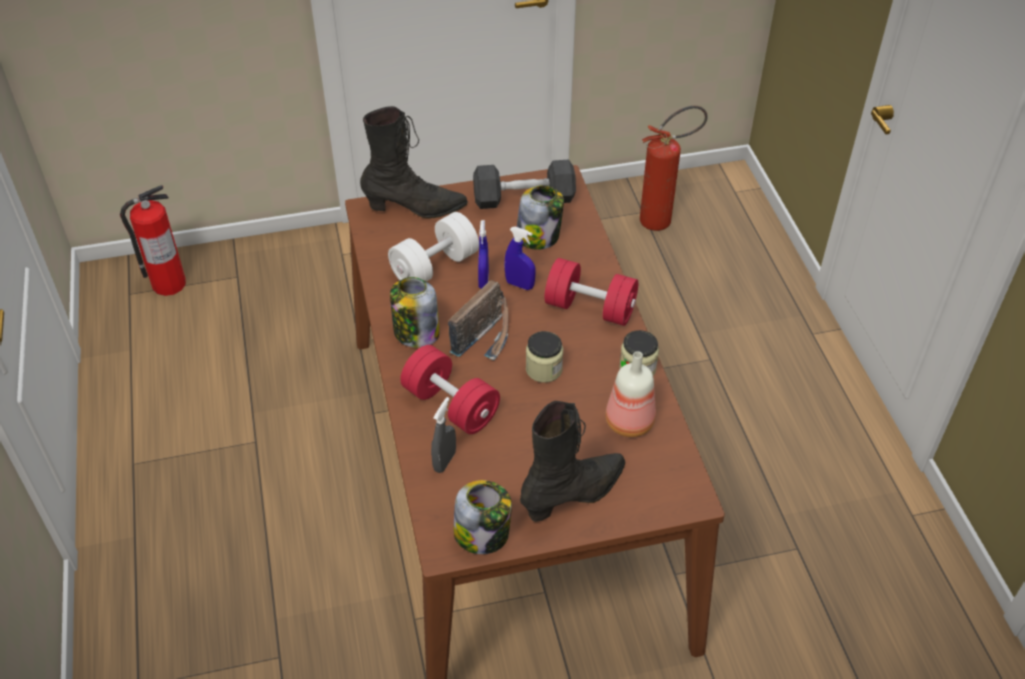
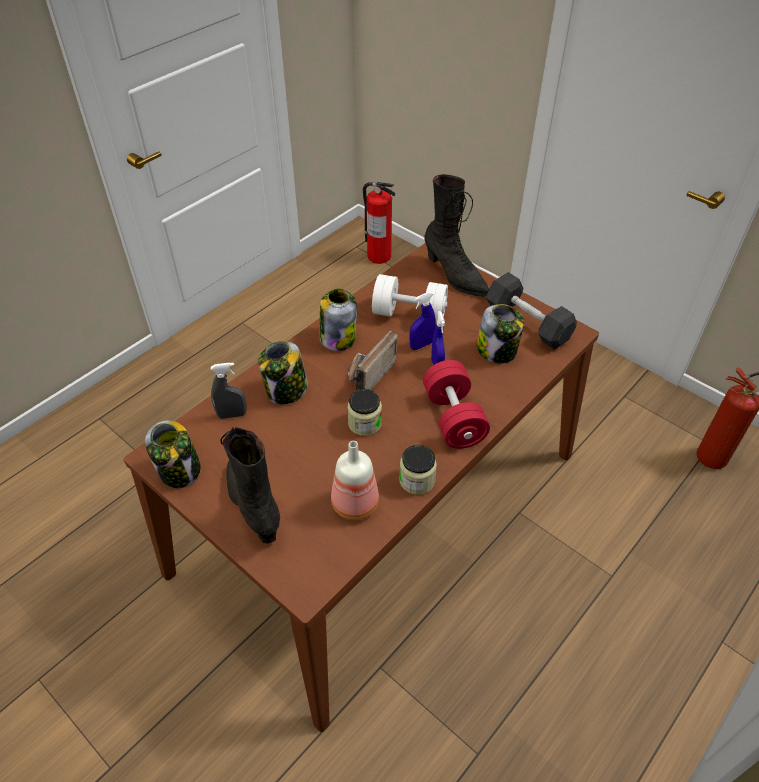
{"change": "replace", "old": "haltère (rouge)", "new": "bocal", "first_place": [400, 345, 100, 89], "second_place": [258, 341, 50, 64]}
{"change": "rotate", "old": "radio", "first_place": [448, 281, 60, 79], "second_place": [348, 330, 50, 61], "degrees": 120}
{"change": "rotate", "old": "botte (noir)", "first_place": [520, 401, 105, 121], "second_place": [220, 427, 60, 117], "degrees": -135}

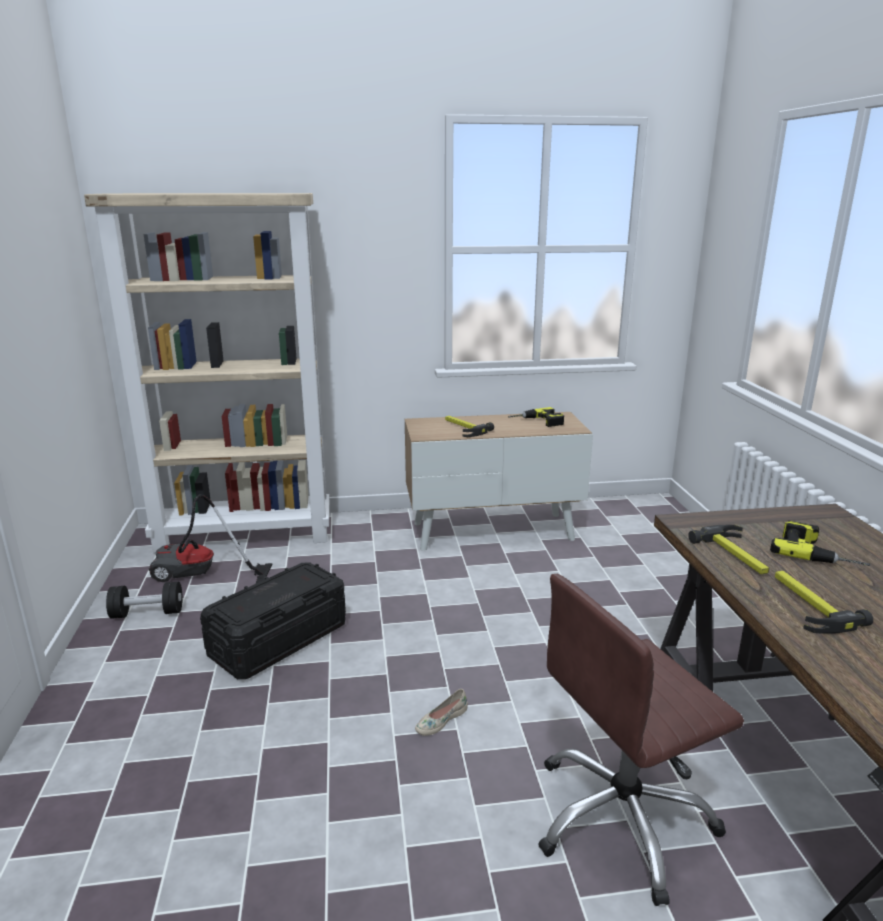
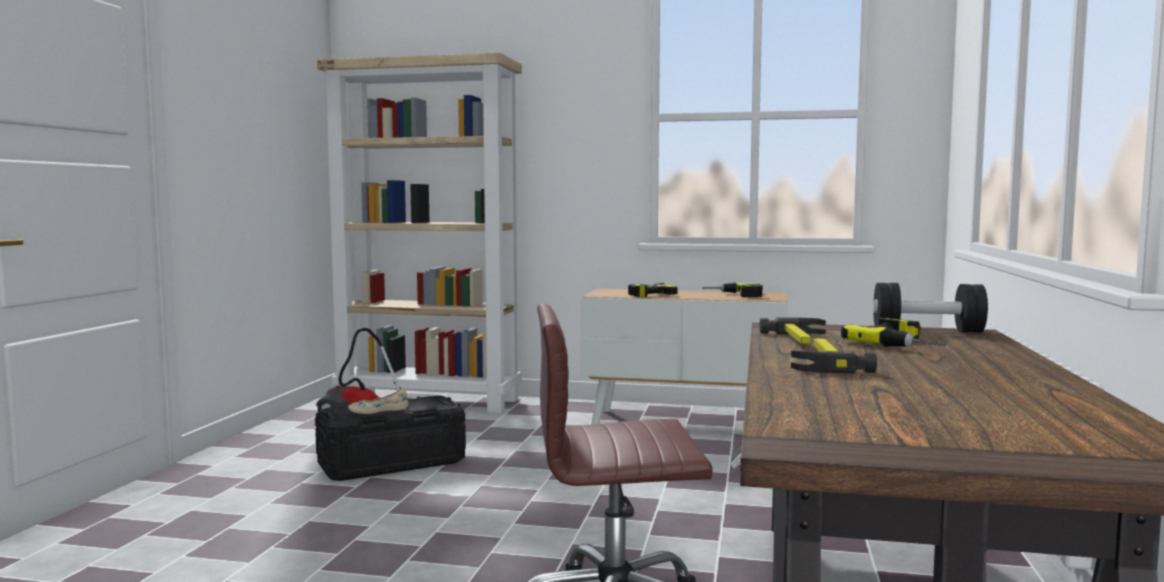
{"change": "move", "old": "haltère (noir)", "first_place": [106, 582, 77, 37], "second_place": [873, 283, 115, 49]}
{"change": "move", "old": "chaussure (beige)", "first_place": [415, 689, 53, 47], "second_place": [348, 388, 60, 26]}
{"change": "replace", "old": "marteau", "new": "perceuse", "first_place": [445, 416, 49, 21], "second_place": [628, 283, 50, 14]}

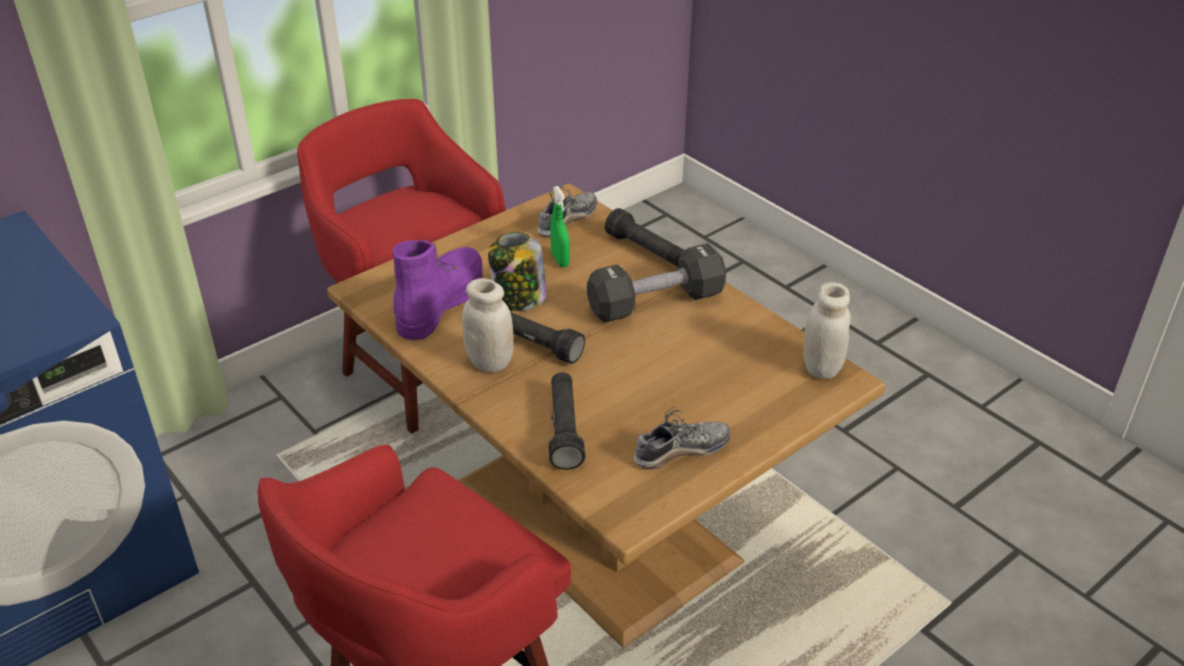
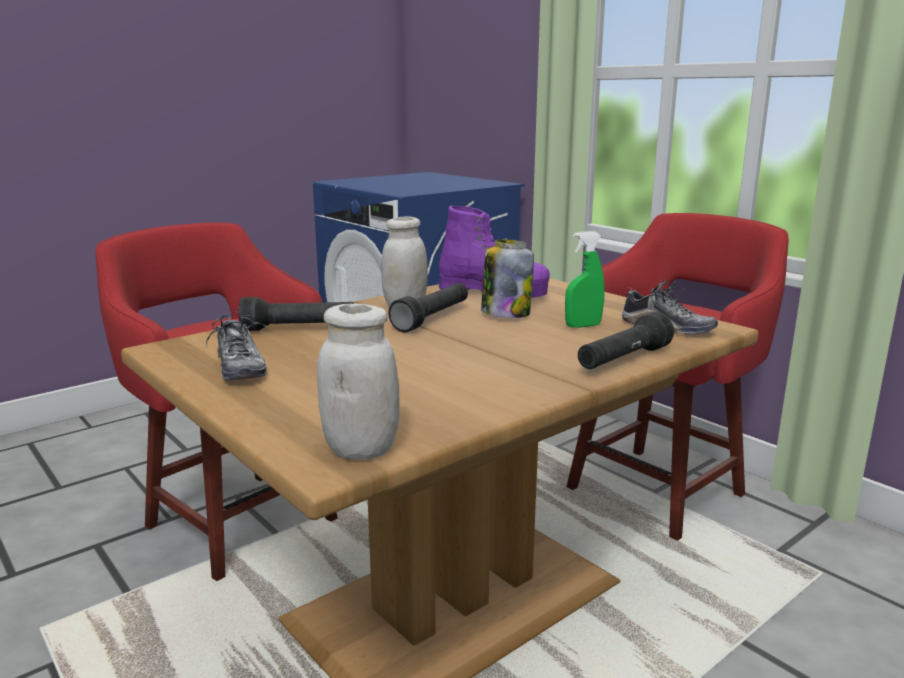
{"change": "delete", "old": "haltère (noir)", "first_place": [587, 243, 139, 80]}

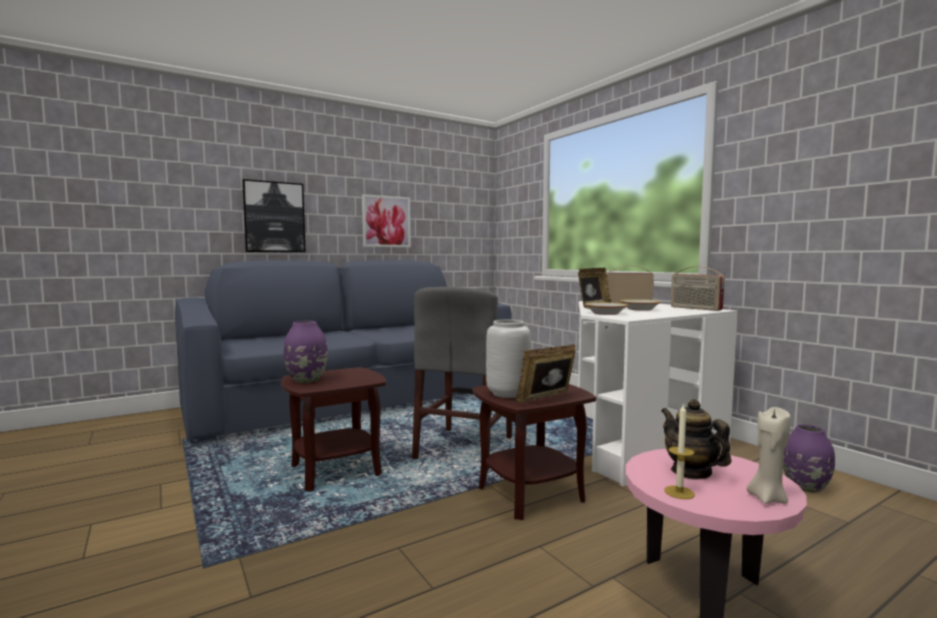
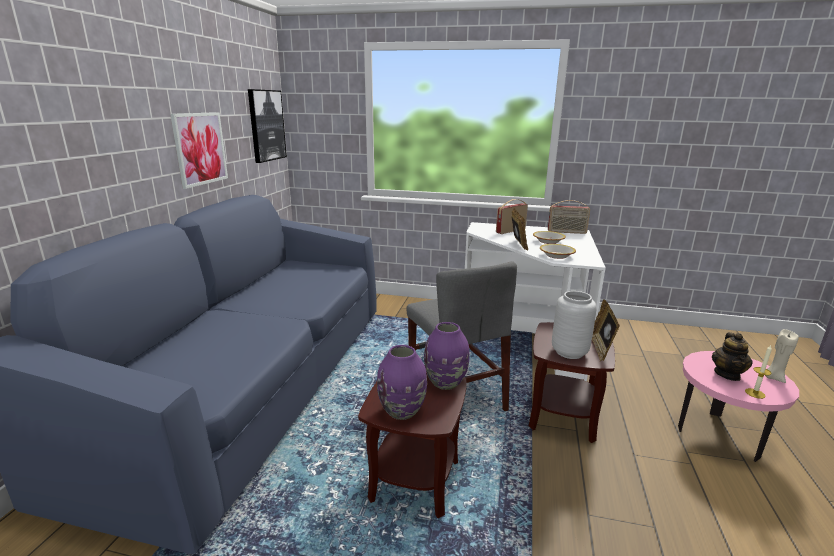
{"change": "move", "old": "tableau", "first_place": [242, 179, 63, 73], "second_place": [248, 89, 39, 74]}
{"change": "move", "old": "vase (violet)", "first_place": [783, 424, 52, 69], "second_place": [424, 322, 46, 68]}
{"change": "rotate", "old": "théière", "first_place": [661, 399, 70, 81], "second_place": [712, 332, 41, 49], "degrees": -90}

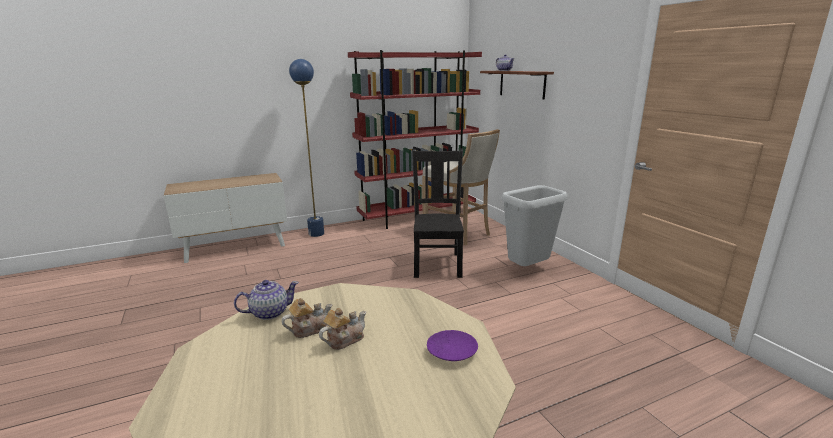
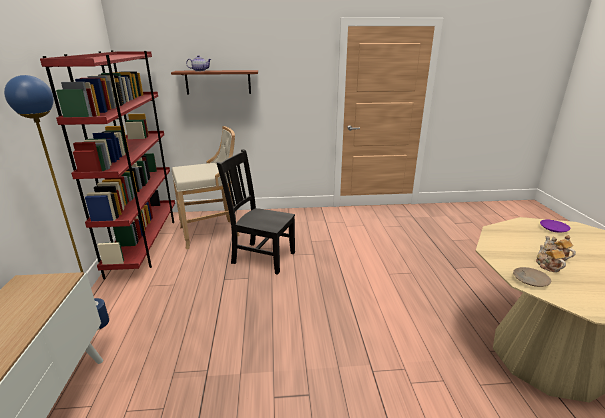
{"change": "delete", "old": "poubelle (gris)", "first_place": [501, 185, 67, 81]}
{"change": "replace", "old": "théière", "new": "assiette (beige)", "first_place": [234, 280, 65, 40], "second_place": [513, 267, 38, 20]}

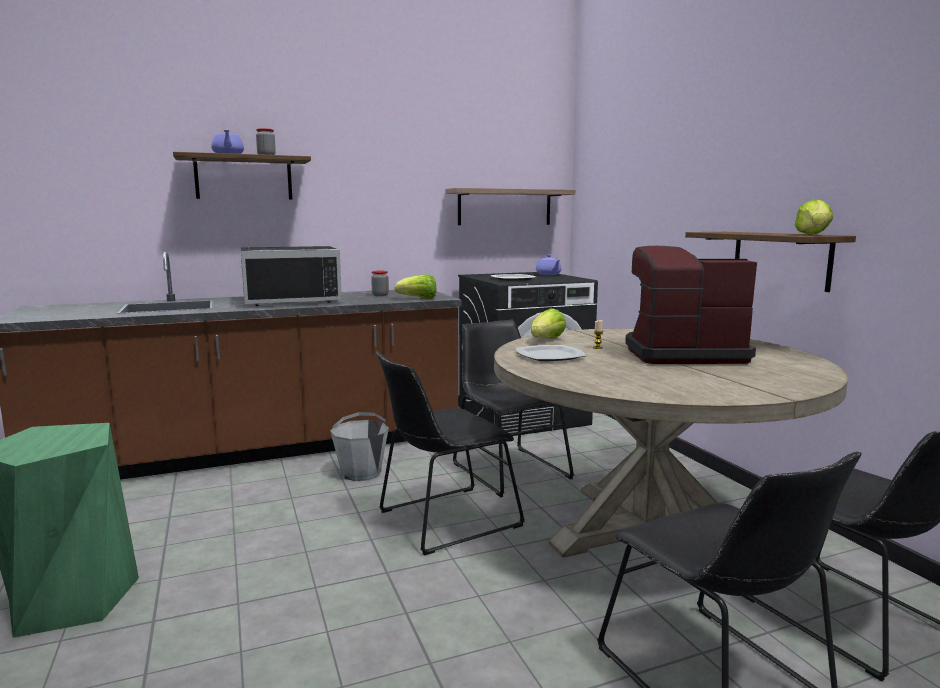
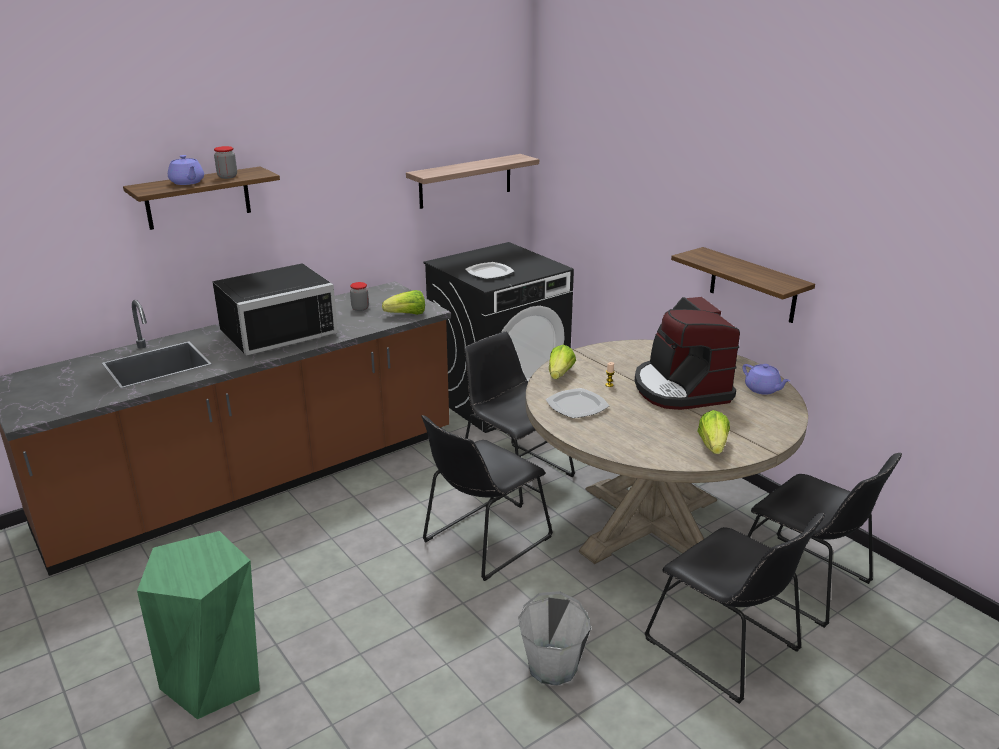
{"change": "move", "old": "seau (gris)", "first_place": [330, 412, 59, 69], "second_place": [518, 591, 73, 95]}
{"change": "move", "old": "théière (violet)", "first_place": [536, 255, 25, 20], "second_place": [743, 364, 47, 31]}
{"change": "move", "old": "laitue", "first_place": [795, 199, 38, 36], "second_place": [697, 410, 33, 44]}
{"change": "rotate", "old": "machine à café", "first_place": [625, 246, 132, 118], "second_place": [635, 297, 105, 113], "degrees": -90}

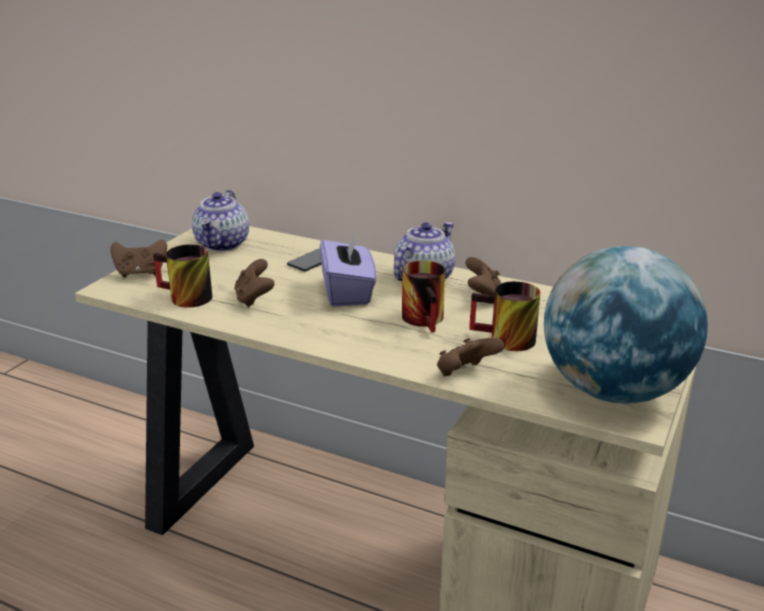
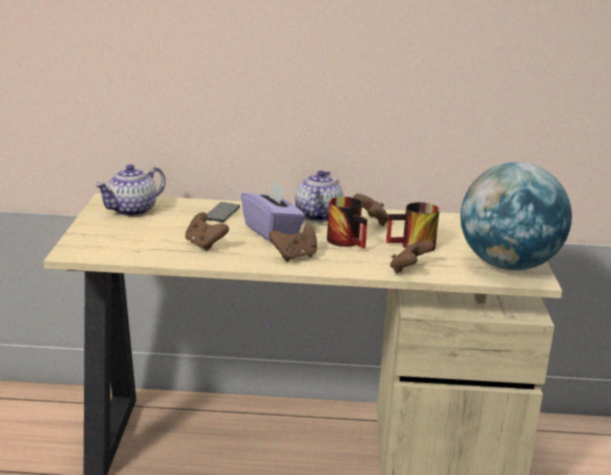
{"change": "delete", "old": "mug", "first_place": [153, 244, 59, 63]}
{"change": "move", "old": "manette (marron)", "first_place": [110, 239, 57, 39], "second_place": [269, 225, 48, 37]}
{"change": "rotate", "old": "théière", "first_place": [192, 190, 57, 61], "second_place": [95, 164, 70, 52], "degrees": 60}

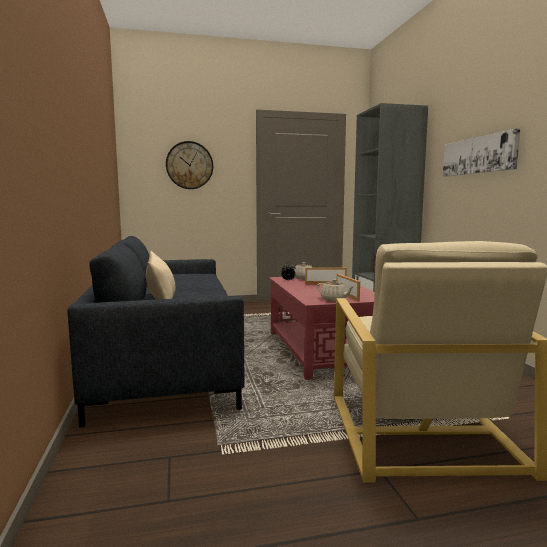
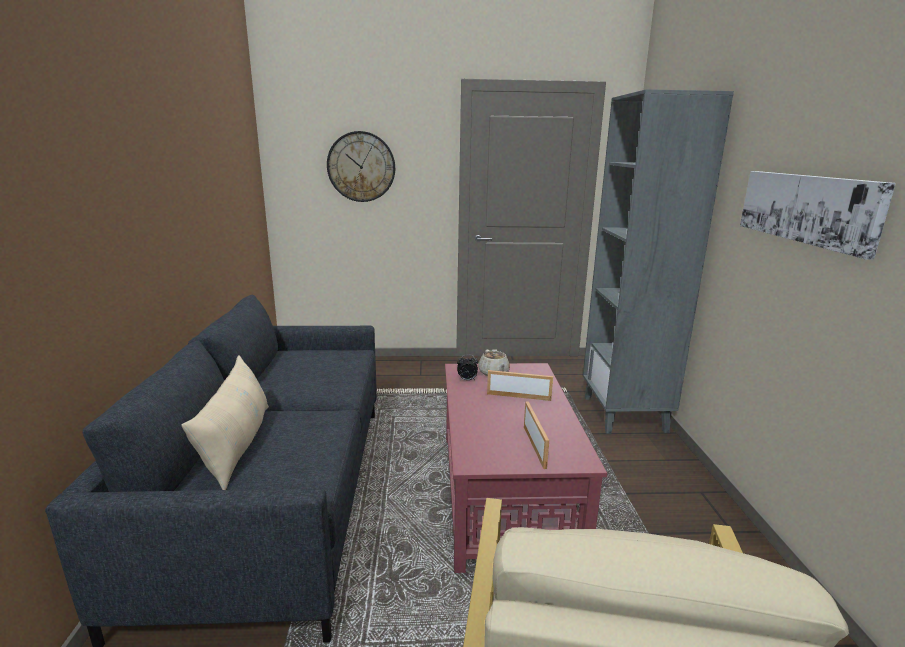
{"change": "delete", "old": "théière (beige)", "first_place": [317, 279, 38, 23]}

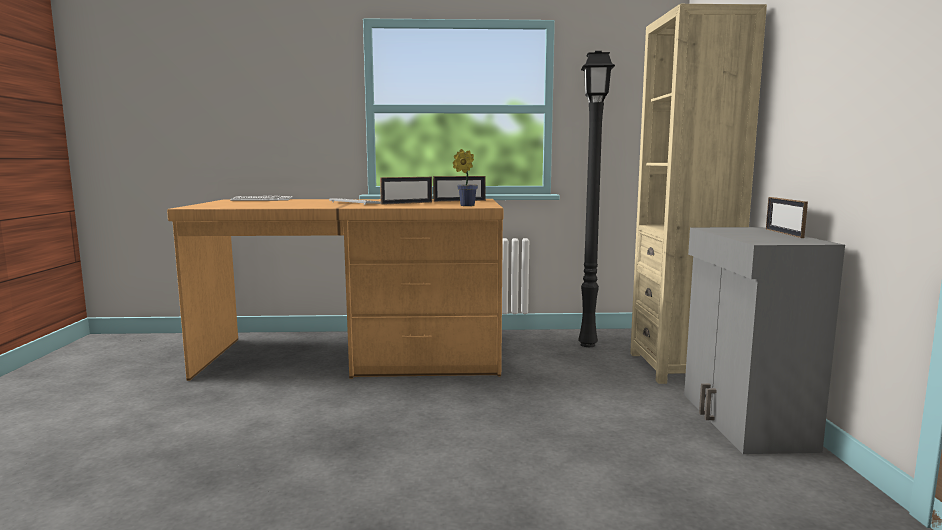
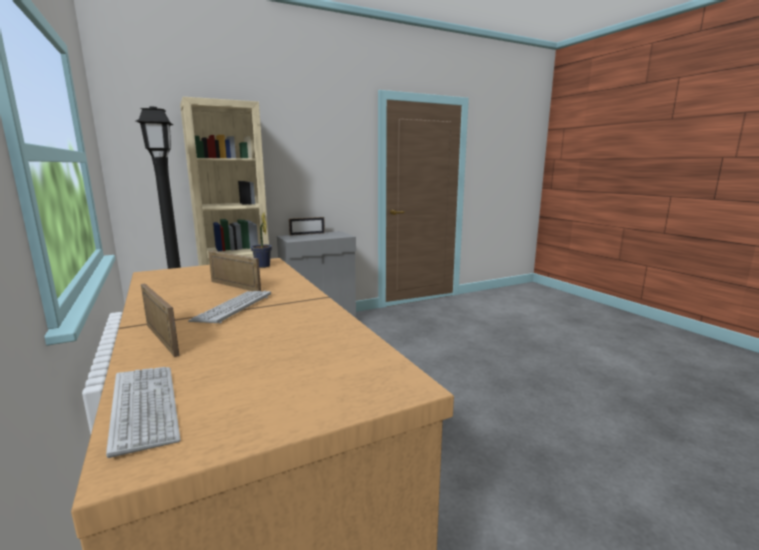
{"change": "move", "old": "cadre photo", "first_place": [433, 176, 52, 26], "second_place": [141, 284, 38, 73]}

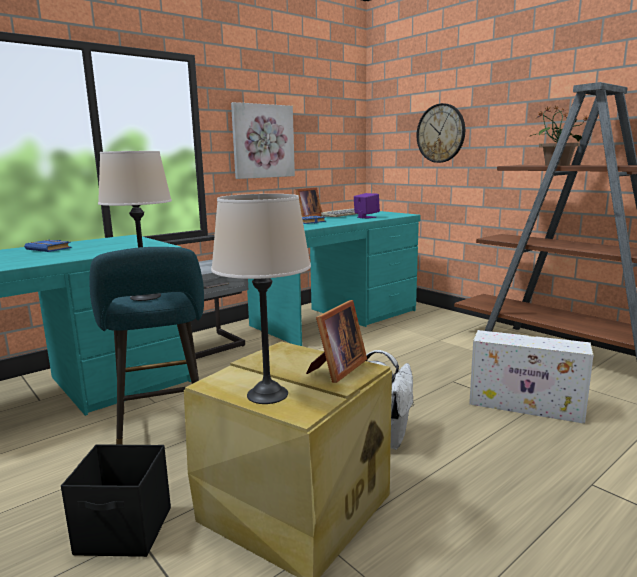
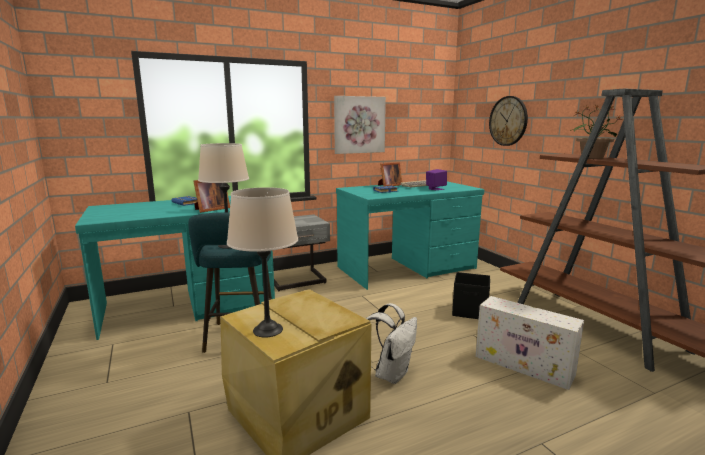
{"change": "move", "old": "boîte de rangement (noir)", "first_place": [61, 444, 110, 113], "second_place": [452, 272, 38, 47]}
{"change": "move", "old": "cadre photo", "first_place": [306, 300, 61, 83], "second_place": [193, 180, 37, 33]}

